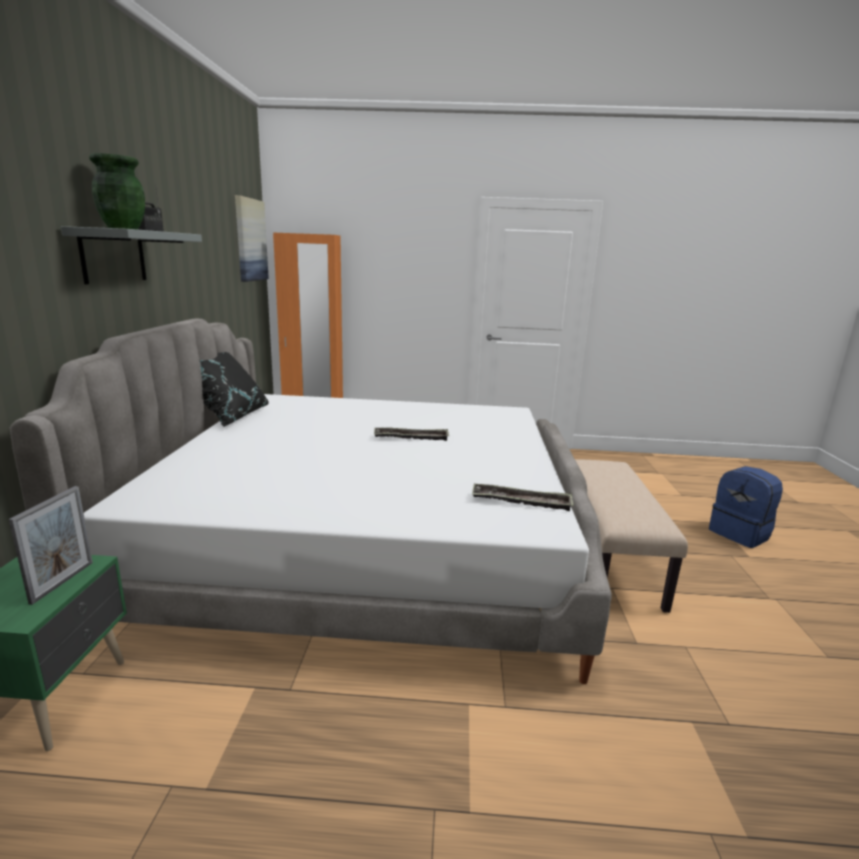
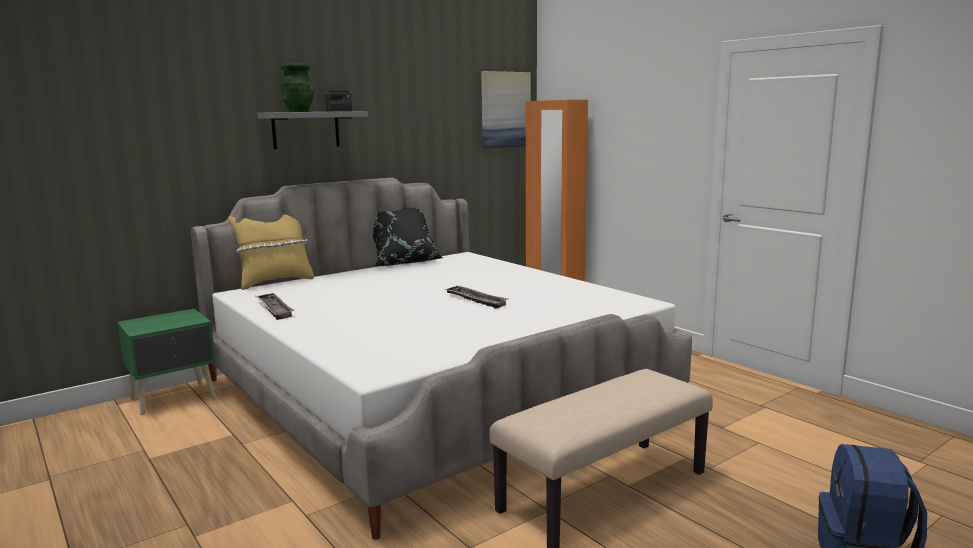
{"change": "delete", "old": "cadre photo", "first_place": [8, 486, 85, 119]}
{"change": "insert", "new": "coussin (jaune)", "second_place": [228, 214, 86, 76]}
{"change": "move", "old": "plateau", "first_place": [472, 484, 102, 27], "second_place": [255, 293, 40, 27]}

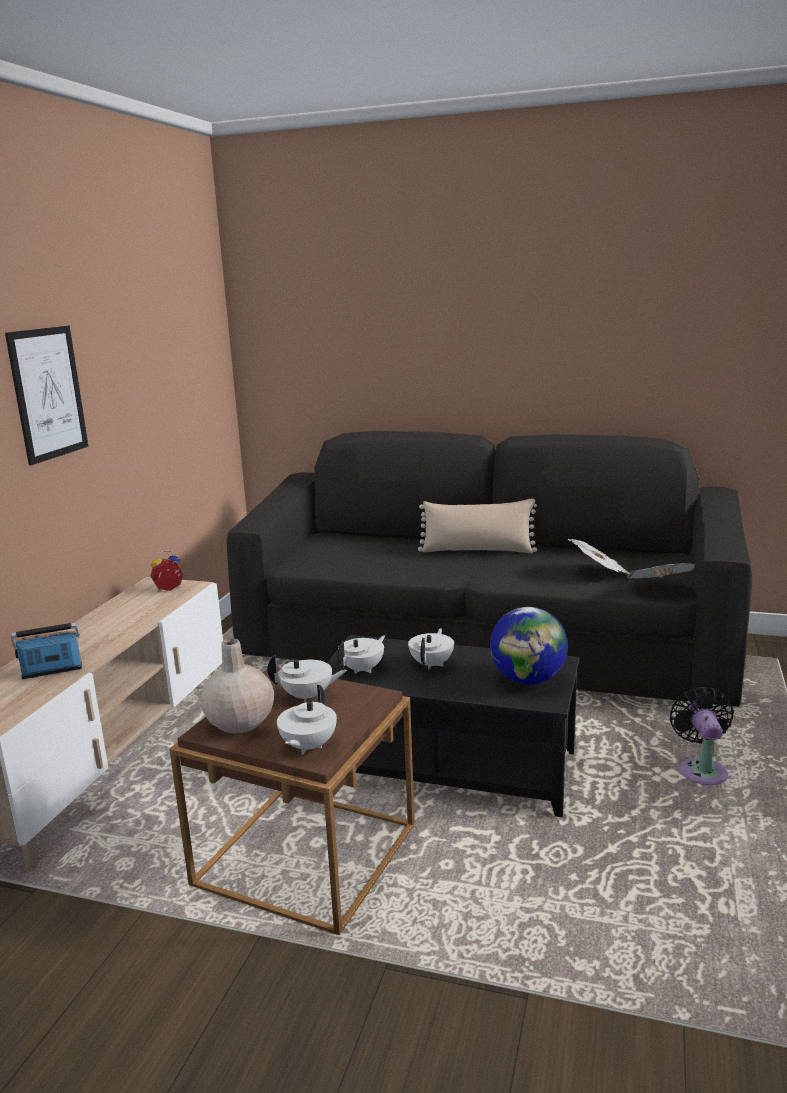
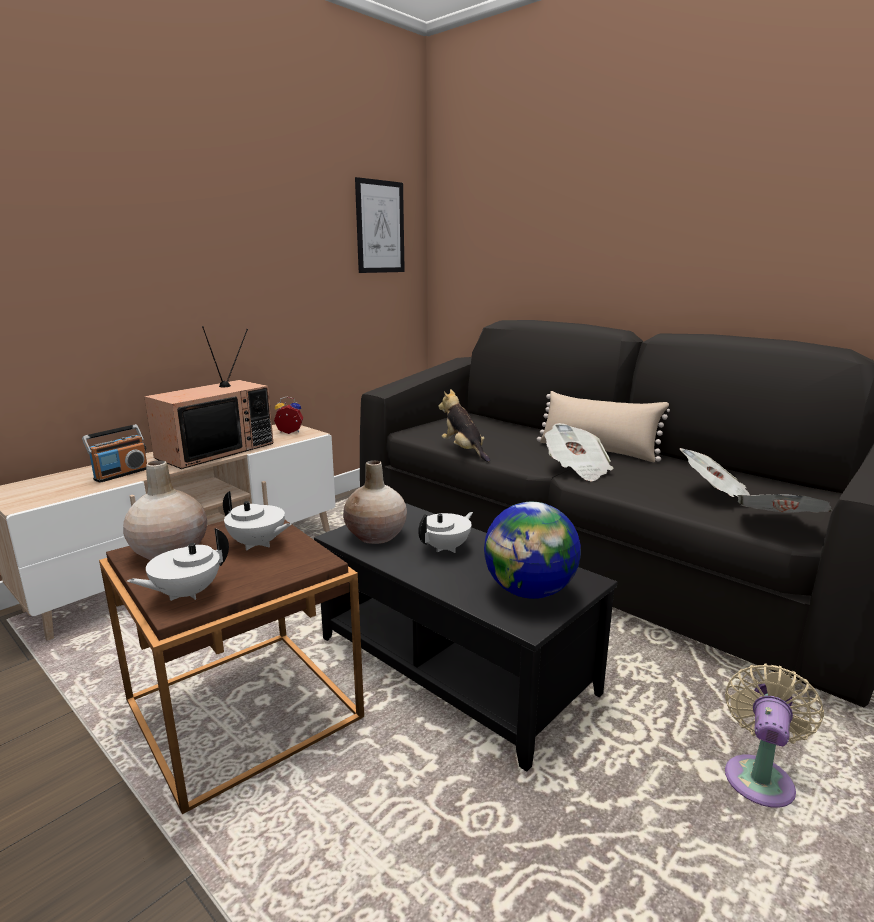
{"change": "insert", "new": "téléviseur", "second_place": [144, 326, 129, 143]}
{"change": "insert", "new": "peluche", "second_place": [439, 389, 51, 73]}
{"change": "insert", "new": "journal", "second_place": [544, 423, 69, 59]}
{"change": "move", "old": "tableau", "first_place": [5, 326, 84, 139], "second_place": [355, 177, 50, 96]}
{"change": "replace", "old": "théière (blanc)", "new": "vase (beige)", "first_place": [337, 635, 48, 39], "second_place": [343, 460, 64, 84]}
{"change": "recolor", "old": "ventilateur (noir)", "new": "ventilateur (beige)", "first_place": [670, 687, 64, 98], "second_place": [725, 664, 99, 144]}
{"change": "rotate", "old": "radio", "first_place": [11, 623, 71, 56], "second_place": [82, 424, 65, 59], "degrees": 120}

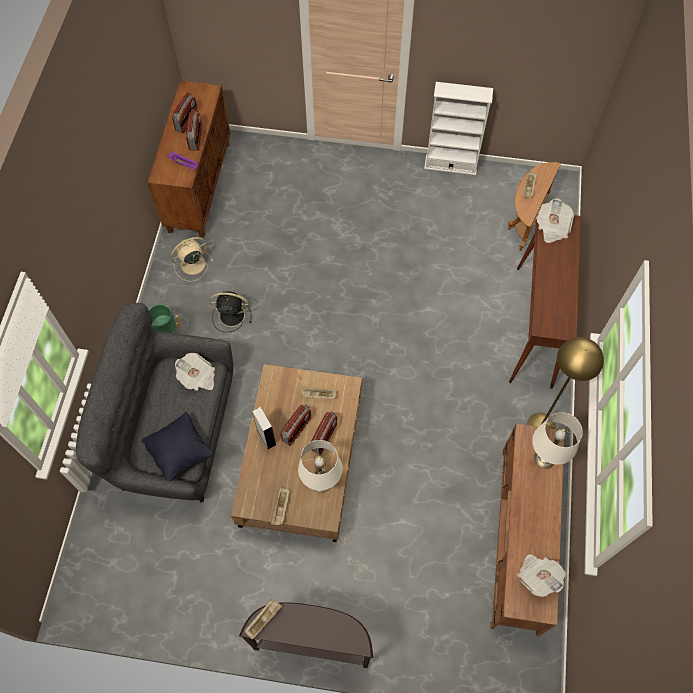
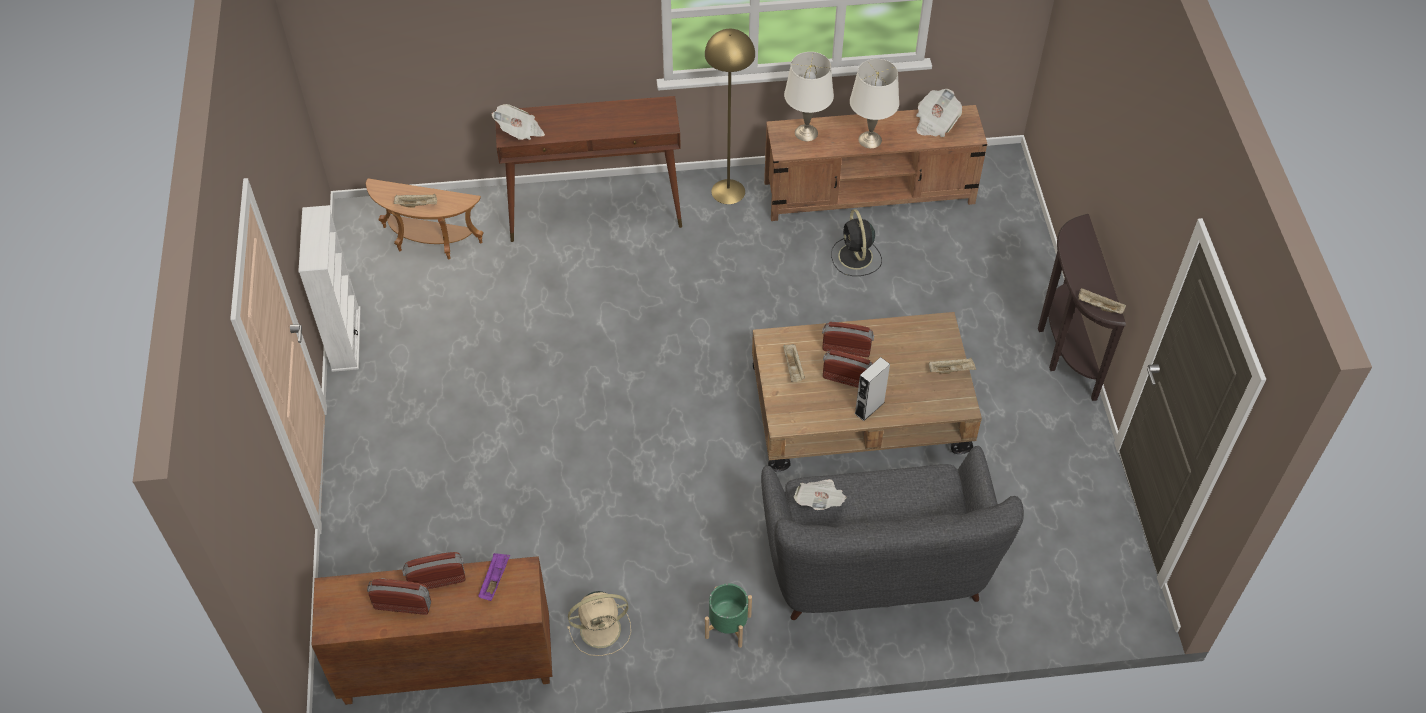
{"change": "delete", "old": "coussin (noir)", "first_place": [141, 412, 73, 69]}
{"change": "move", "old": "ventilateur (noir)", "first_place": [209, 291, 42, 41], "second_place": [831, 209, 51, 67]}
{"change": "move", "old": "lampe de table (blanc)", "first_place": [298, 440, 45, 53], "second_place": [850, 59, 49, 89]}
{"change": "rotate", "old": "ventilateur (beige)", "first_place": [171, 237, 42, 45], "second_place": [567, 591, 64, 65], "degrees": -60}

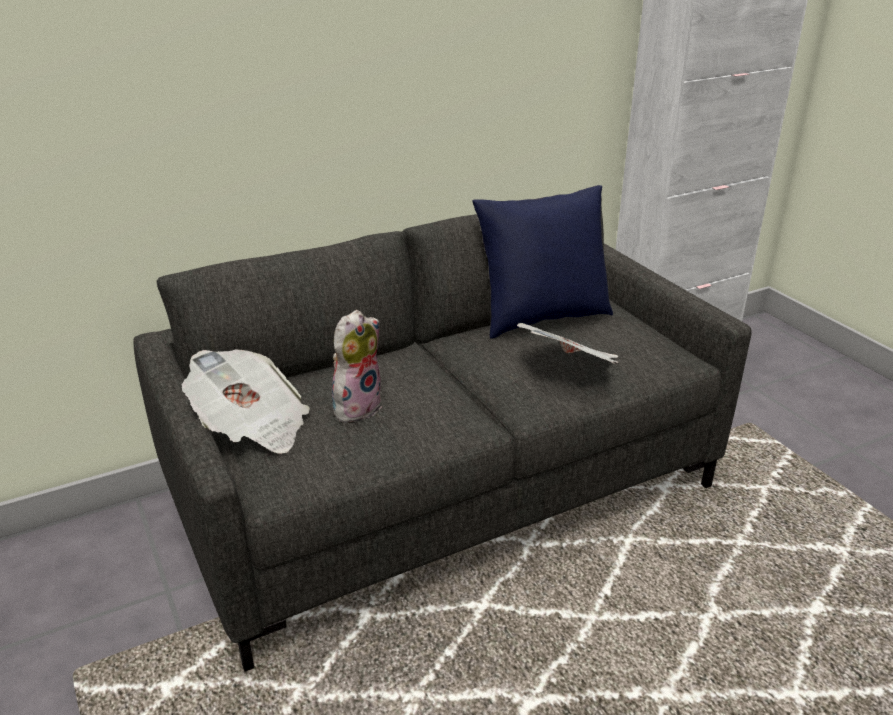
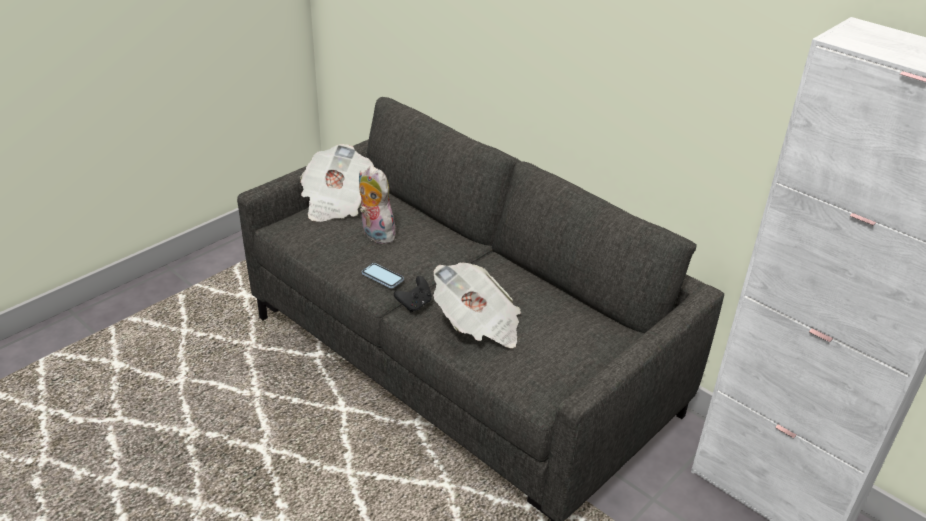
{"change": "delete", "old": "coussin (bleu)", "first_place": [472, 185, 141, 154]}
{"change": "insert", "new": "téléphone", "second_place": [362, 263, 42, 25]}
{"change": "insert", "new": "manette (noir)", "second_place": [394, 276, 38, 37]}
{"change": "rotate", "old": "peluche", "first_place": [332, 310, 50, 115], "second_place": [359, 165, 37, 79], "degrees": -150}

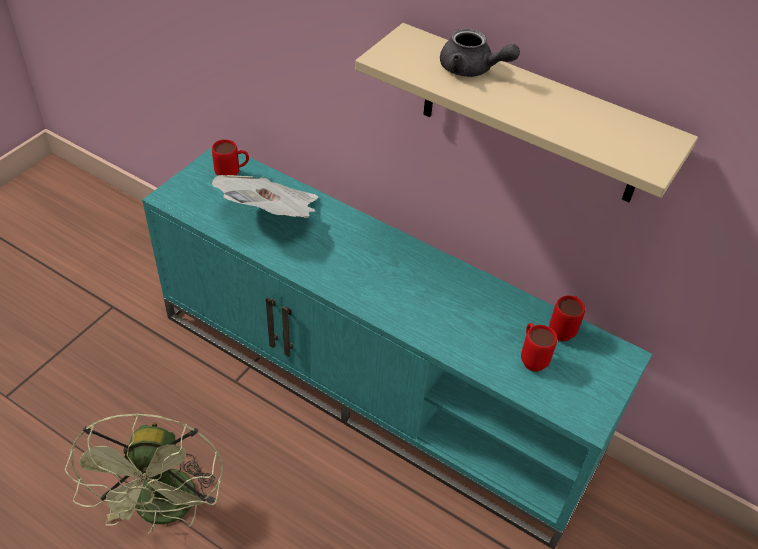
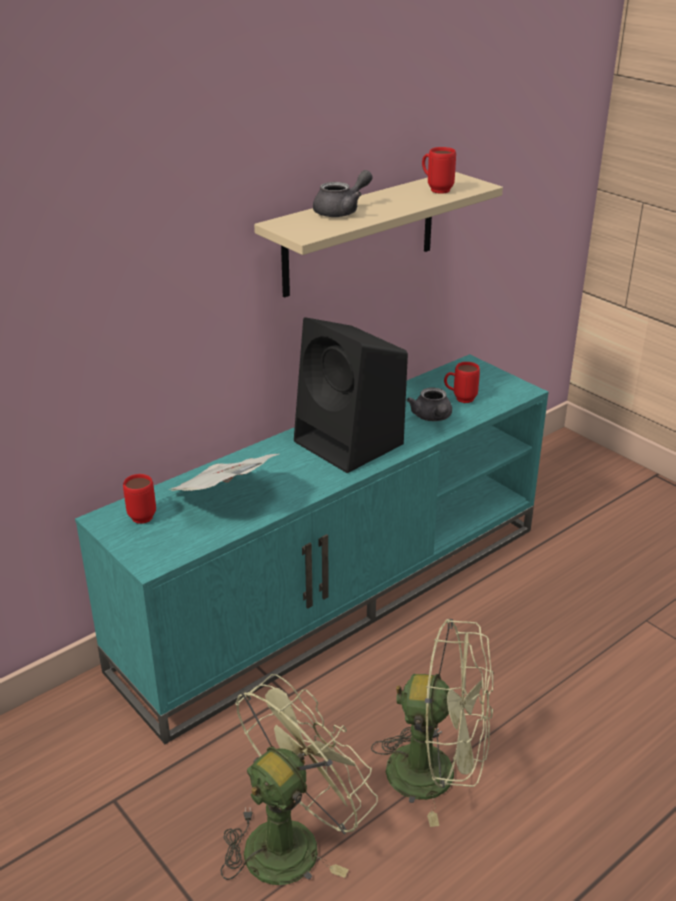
{"change": "insert", "new": "ventilateur (vert)", "second_place": [220, 674, 158, 211]}
{"change": "insert", "new": "enceinte (noir)", "second_place": [294, 317, 114, 156]}
{"change": "insert", "new": "théière (gris)", "second_place": [407, 387, 45, 34]}
{"change": "move", "old": "mug (rouge)", "first_place": [549, 295, 36, 47], "second_place": [422, 147, 34, 47]}

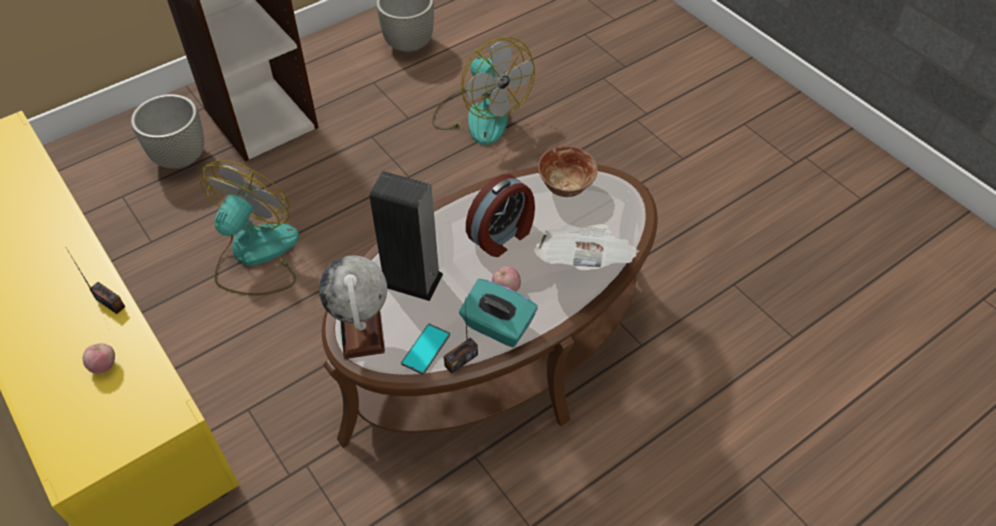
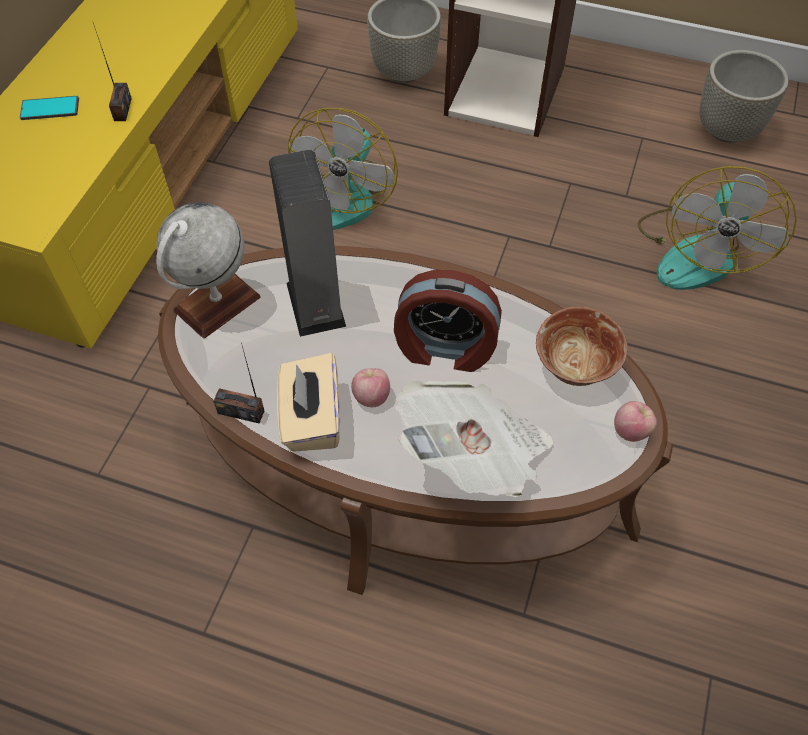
{"change": "move", "old": "pomme", "first_place": [83, 343, 32, 31], "second_place": [614, 401, 43, 41]}
{"change": "move", "old": "téléphone", "first_place": [401, 324, 49, 51], "second_place": [20, 96, 59, 24]}
{"change": "recolor", "old": "boîte à mouchoirs (turquoise)", "new": "boîte à mouchoirs (beige)", "first_place": [459, 279, 78, 68], "second_place": [277, 353, 63, 99]}
{"change": "rotate", "old": "ventilateur", "first_place": [200, 160, 99, 136], "second_place": [288, 108, 110, 122], "degrees": 120}

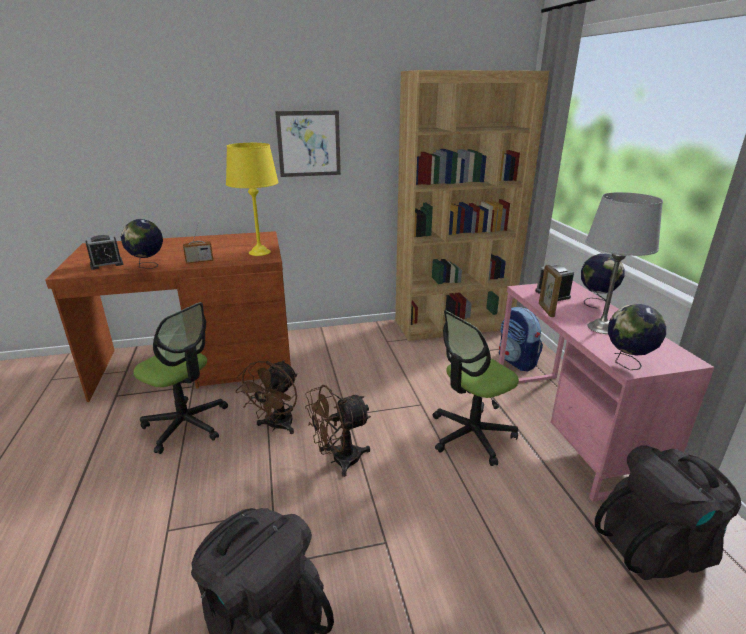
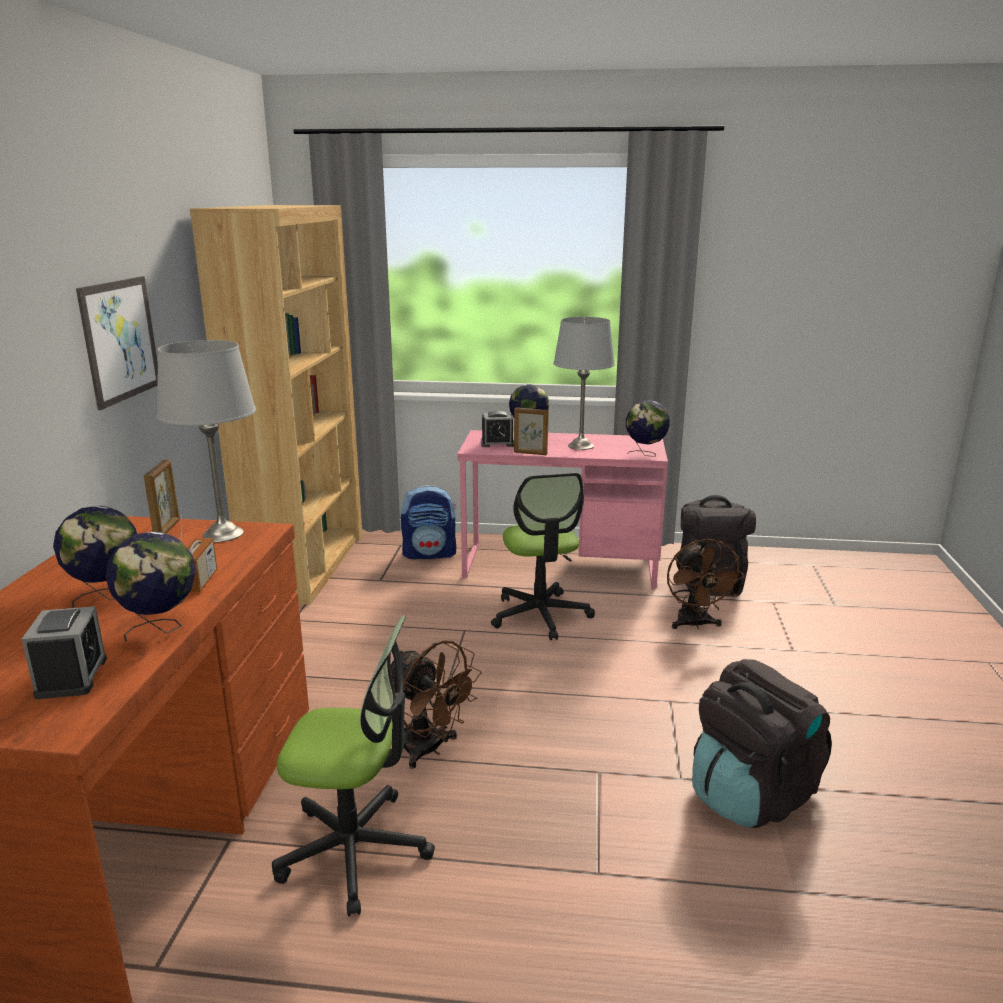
{"change": "insert", "new": "globe", "second_place": [53, 506, 84, 101]}
{"change": "insert", "new": "cadre photo", "second_place": [144, 459, 36, 74]}
{"change": "move", "old": "ventilateur (marron)", "first_place": [305, 385, 66, 92], "second_place": [667, 538, 78, 91]}
{"change": "recolor", "old": "lampe de table (jaune)", "new": "lampe de table (gris)", "first_place": [226, 143, 53, 113], "second_place": [157, 340, 99, 202]}
{"change": "rotate", "old": "chaise de bureau", "first_place": [133, 302, 95, 152], "second_place": [272, 616, 163, 301], "degrees": 45}

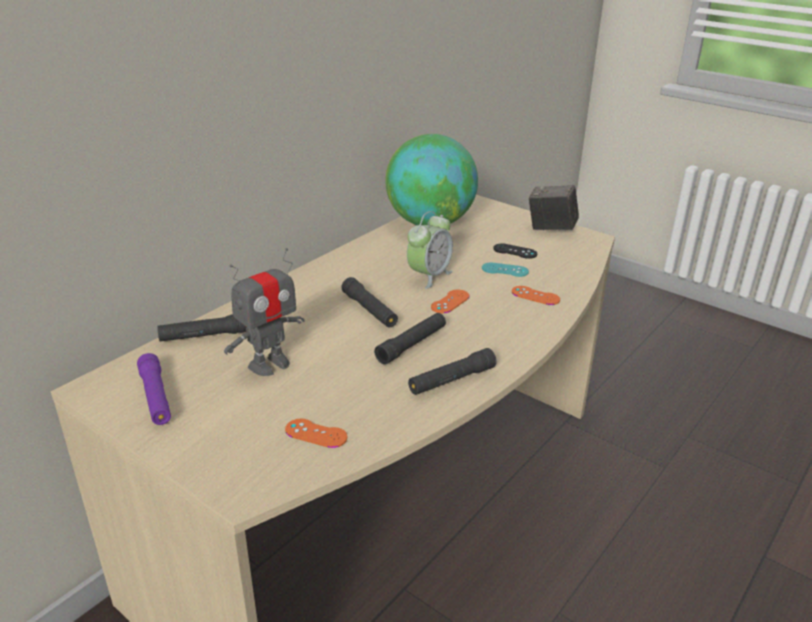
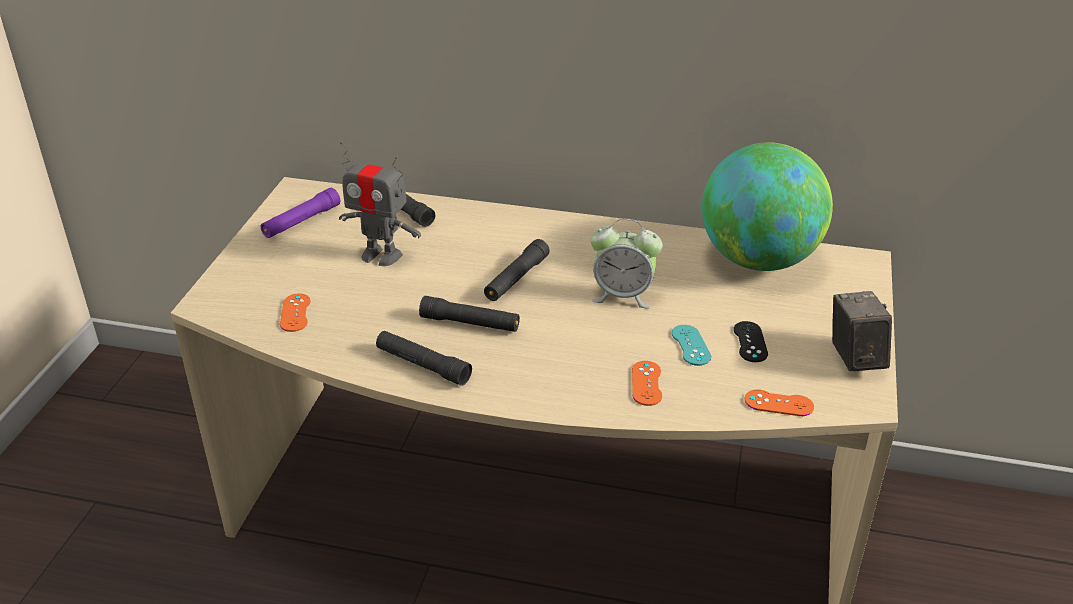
{"change": "move", "old": "manette (orange)", "first_place": [431, 290, 39, 23], "second_place": [744, 389, 70, 27]}

